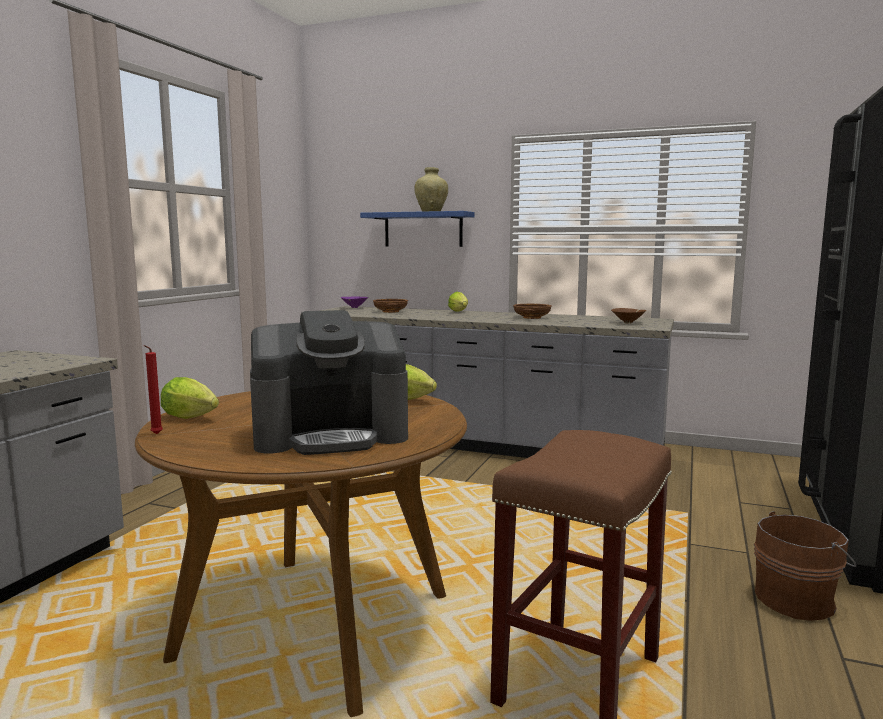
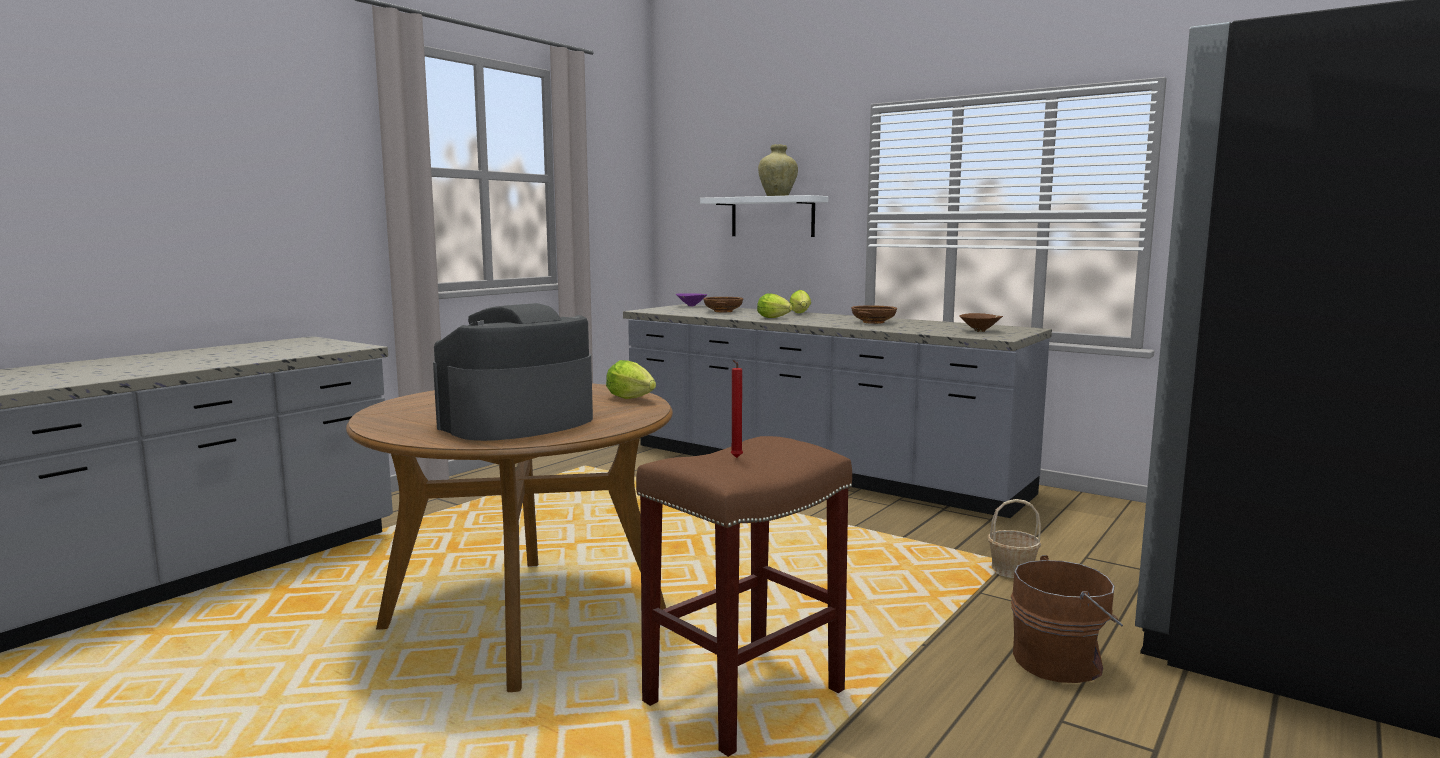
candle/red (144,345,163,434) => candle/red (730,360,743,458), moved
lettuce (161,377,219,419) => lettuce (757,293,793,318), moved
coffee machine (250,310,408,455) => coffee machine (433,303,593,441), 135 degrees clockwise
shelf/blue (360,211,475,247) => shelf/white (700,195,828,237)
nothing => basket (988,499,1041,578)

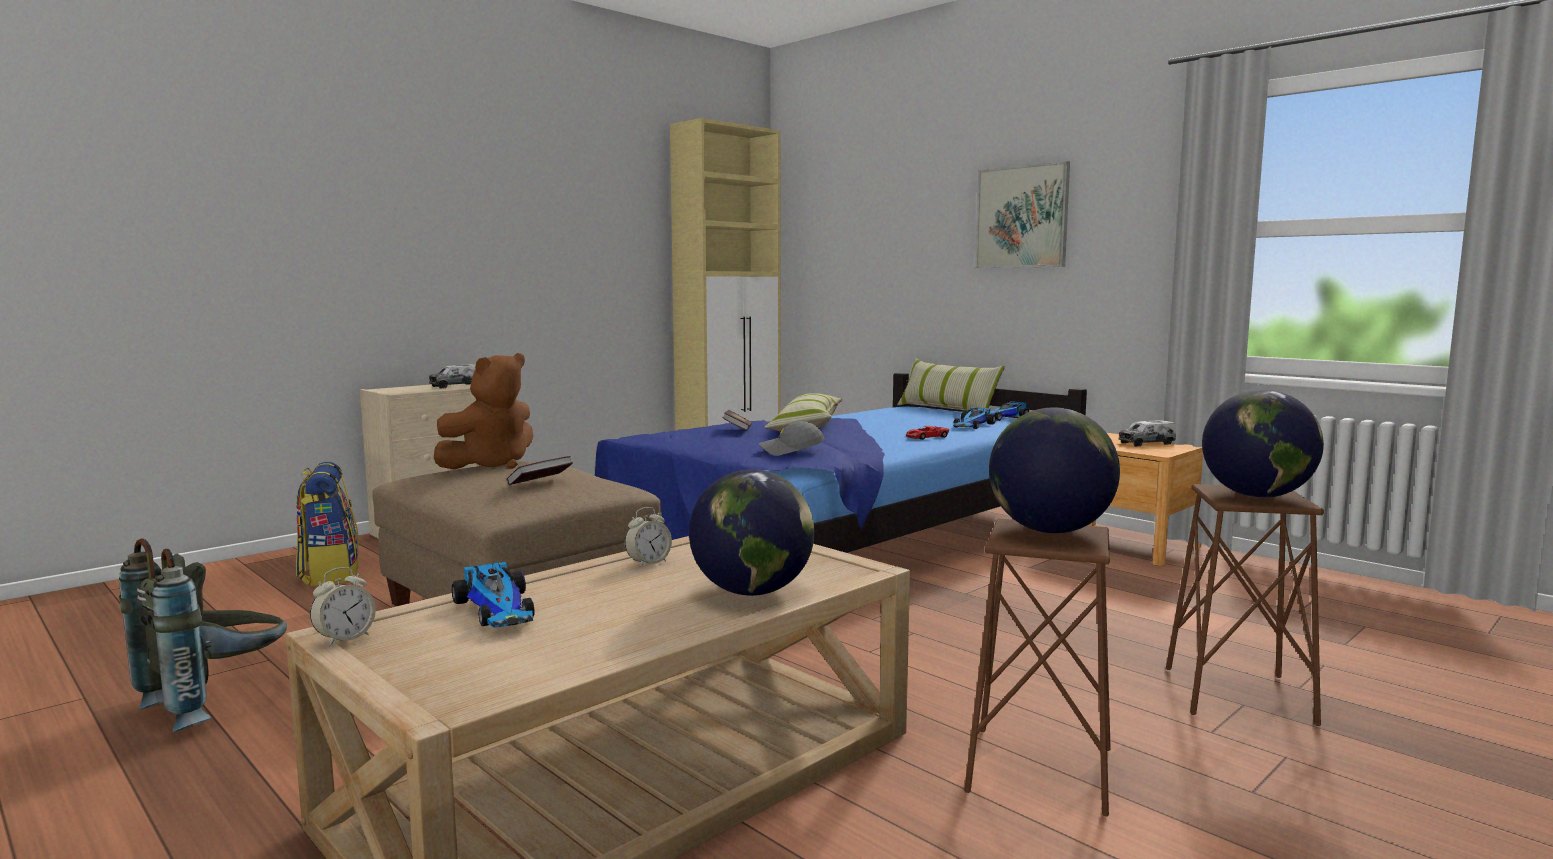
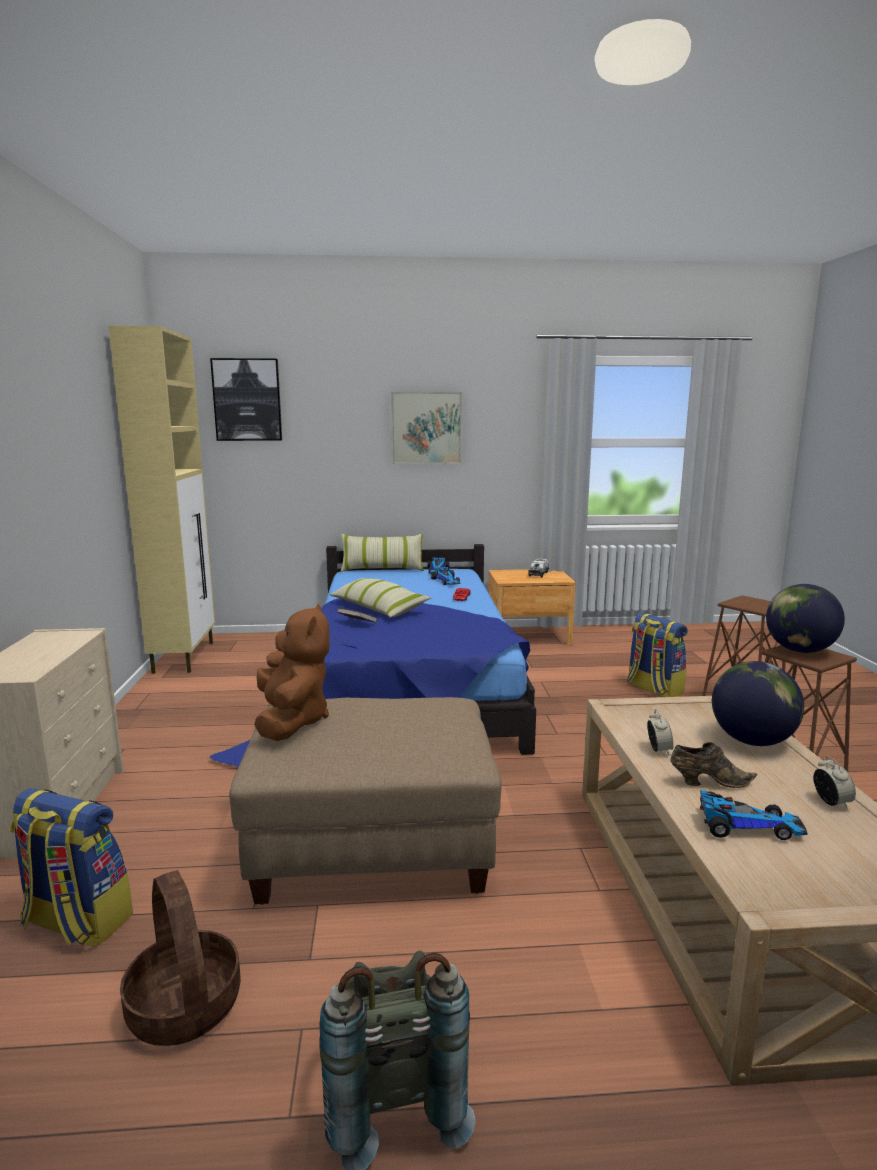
alarm clock (310,567,376,646) => alarm clock (813,756,856,808), moved
toy truck (429,365,476,389) => nothing
book (507,456,573,485) => nothing
cap/grey (759,421,824,456) => nothing
globe (1202,390,1324,498) => nothing
nothing => basket (120,870,241,1046)
nothing => picture (210,358,282,441)
nothing => backpack (627,613,688,697)
nothing => shoe/brown (670,742,757,788)

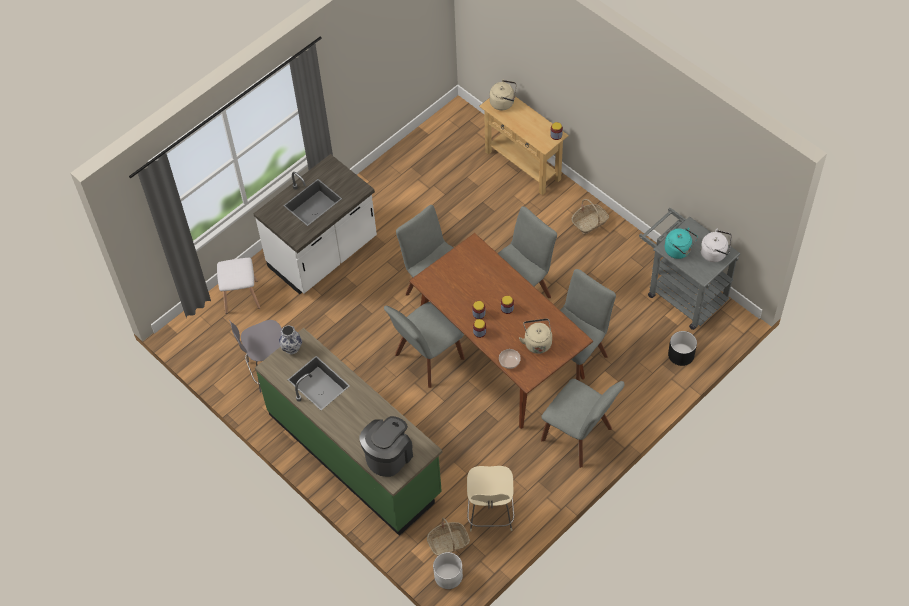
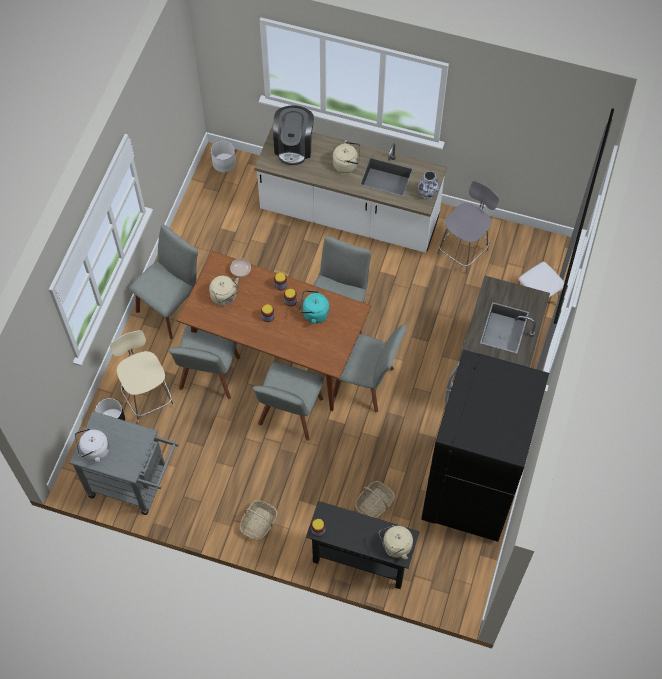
counter/green (255,328,443,536) => counter/white (254,125,447,253)
basket (427,518,470,556) => basket (355,481,395,518), moved
stool/beige (467,466,514,532) => stool/beige (110,330,174,423), moved
console table/beige (479,96,569,195) => console table/black (306,501,420,589)
chair/grey (541,379,625,468) => chair/grey (129,225,198,339), 120 degrees clockwise
kettle/turquoise (665,227,698,259) => kettle/turquoise (299,290,330,324), moved
nothing => kettle/beige (332,140,360,173)
nothing => fridge/black (421,350,549,542)

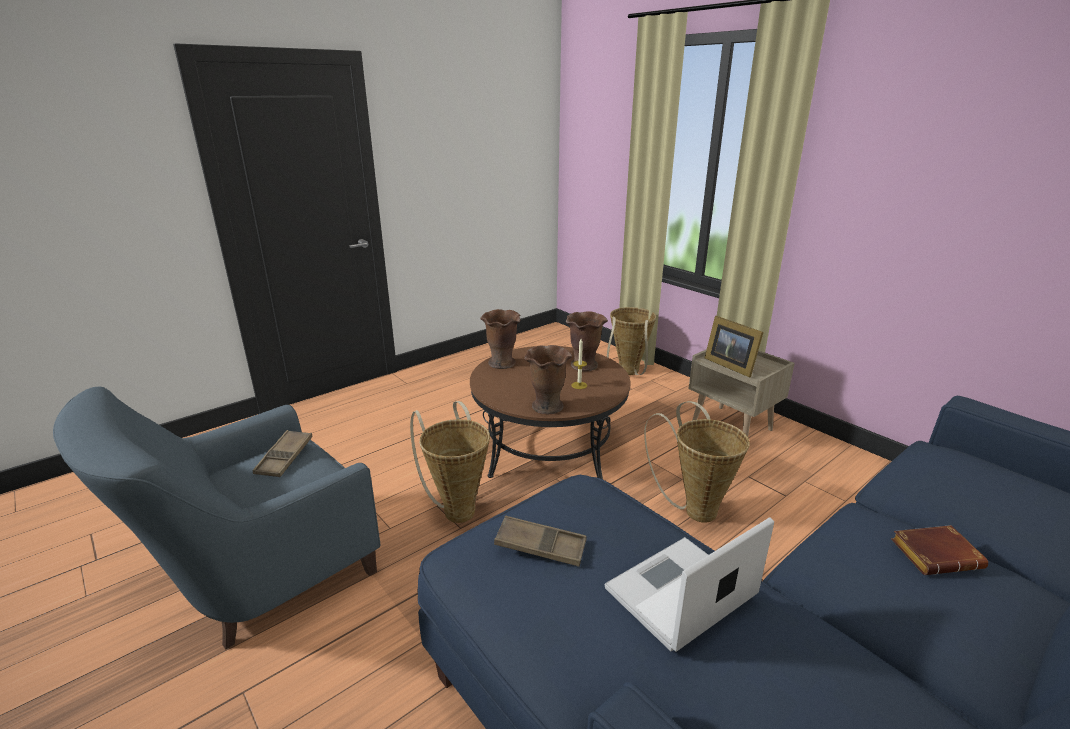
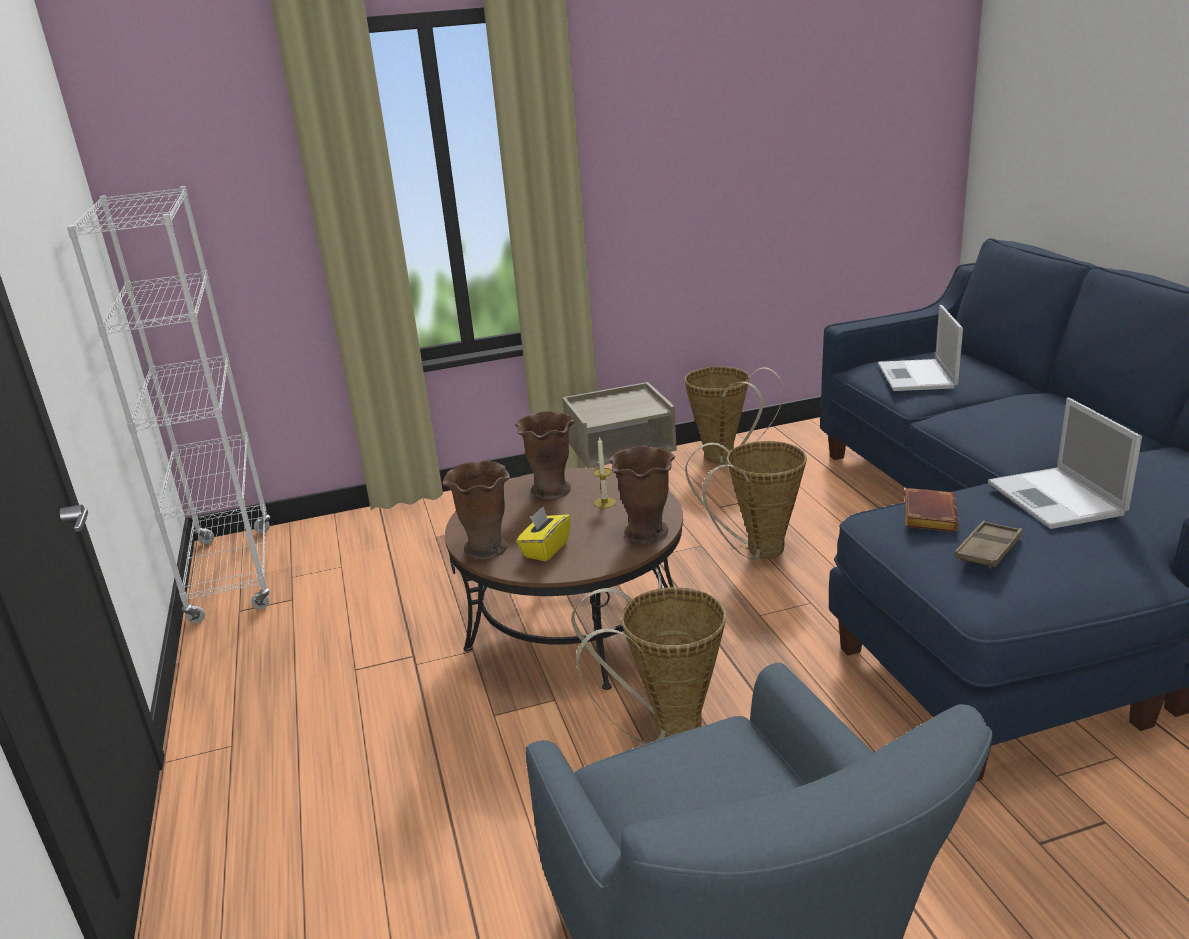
tray/brown (253,430,313,477) => nothing
basket (607,307,656,375) => basket (684,366,784,464), moved
picture frame (705,316,763,377) => nothing
book/brown (891,525,988,575) => book/brown (904,488,959,532), moved
nothing => bookcase/white (67,186,270,623)
nothing => tissue box/yellow (516,507,570,561)
nothing => laptop (878,305,963,391)

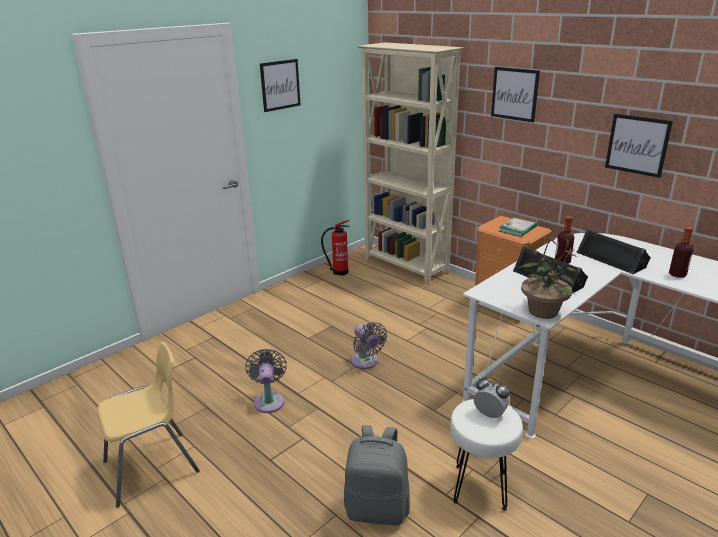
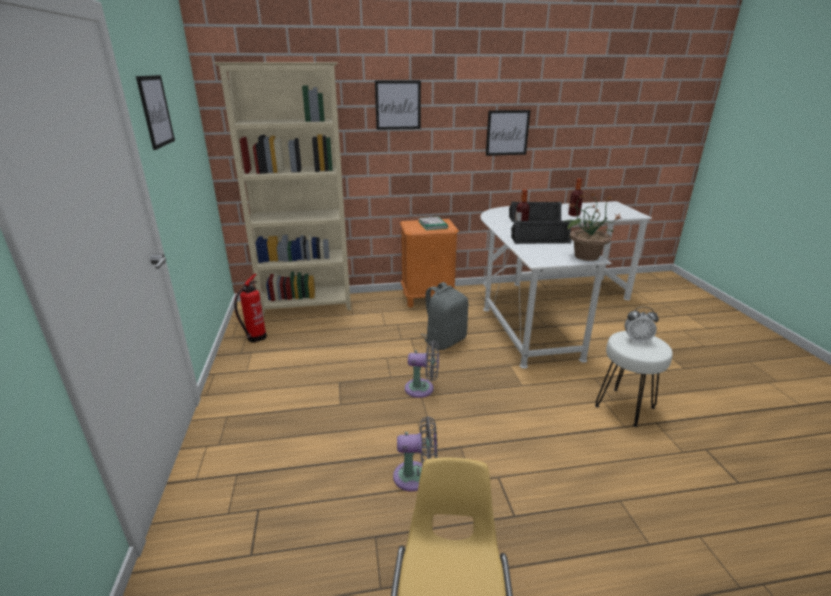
fan/grey (245,348,287,413) => fan/grey (393,416,438,492), 150 degrees clockwise
backpack/grey (344,425,410,526) => backpack/grey (421,282,468,350), moved
alarm clock (474,377,510,418) => alarm clock (625,307,659,344), 150 degrees counterclockwise

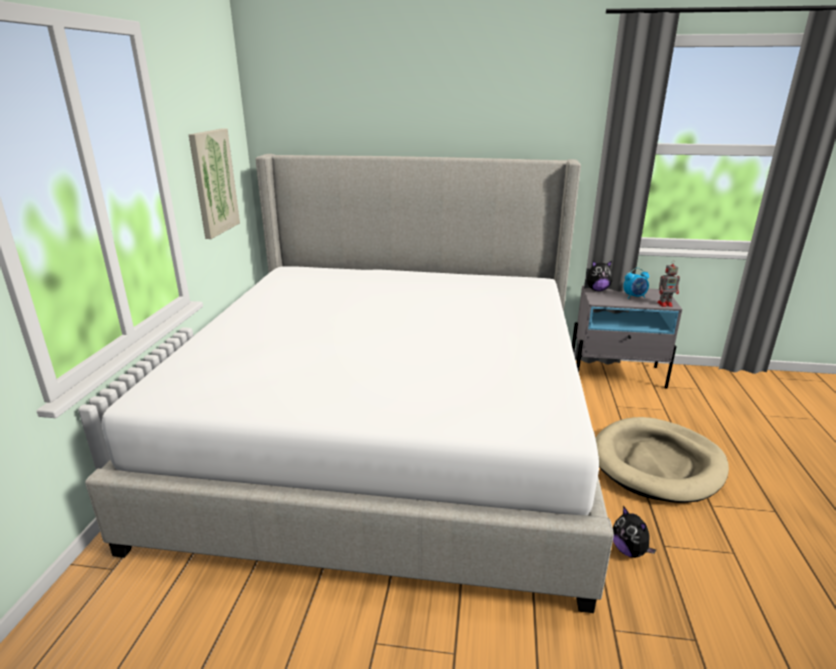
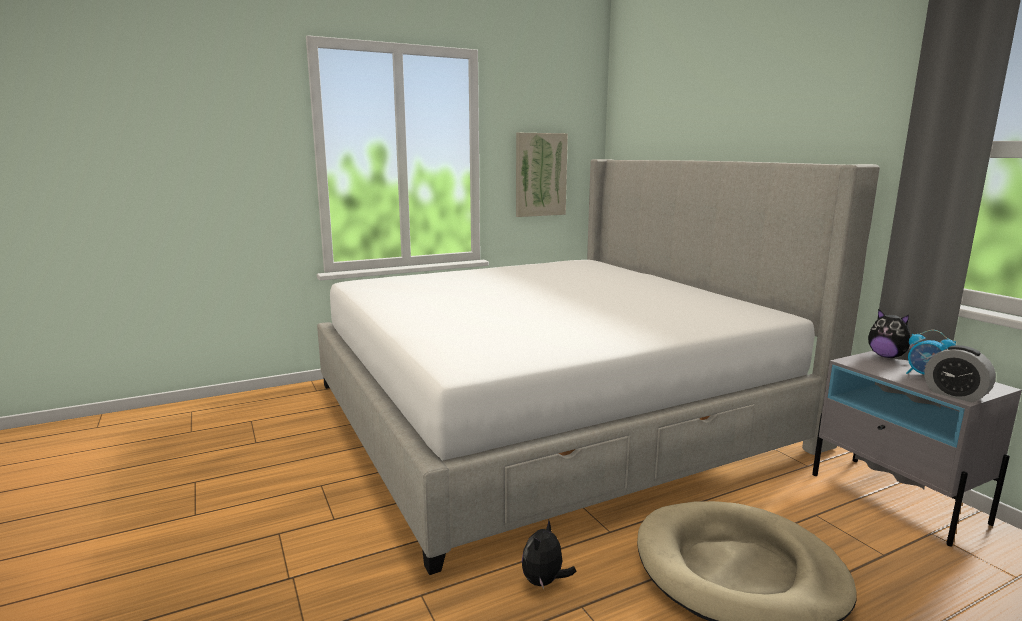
toy robot (657,260,680,307) => alarm clock (924,345,996,402)

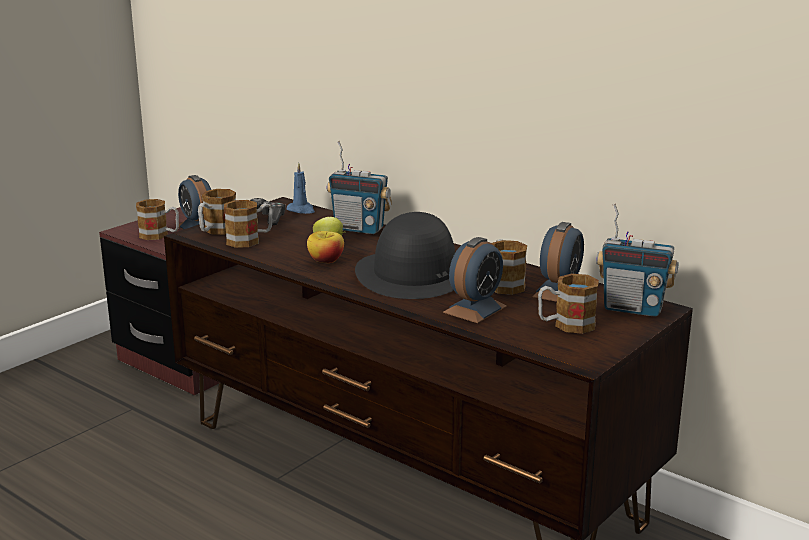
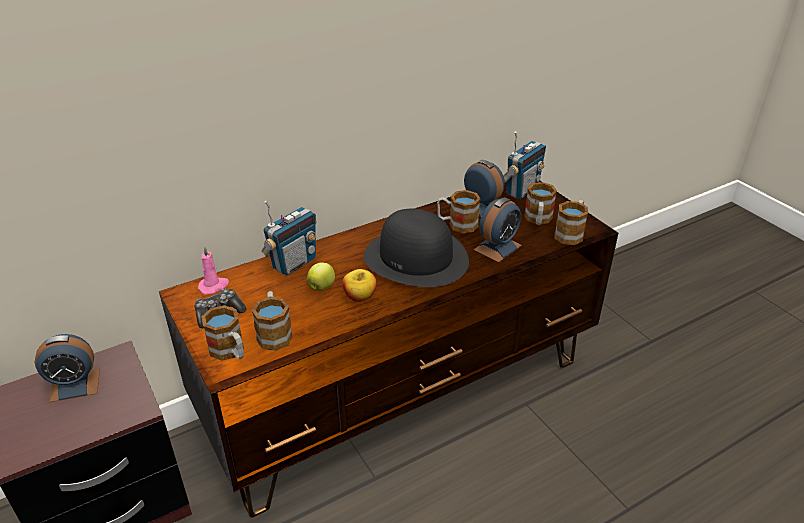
mug (136,199,179,240) => mug (555,200,588,245), moved
candle/blue (287,163,315,214) => candle/pink (198,246,229,295)
alarm clock (443,237,507,323) => alarm clock (474,197,522,263), 75 degrees clockwise

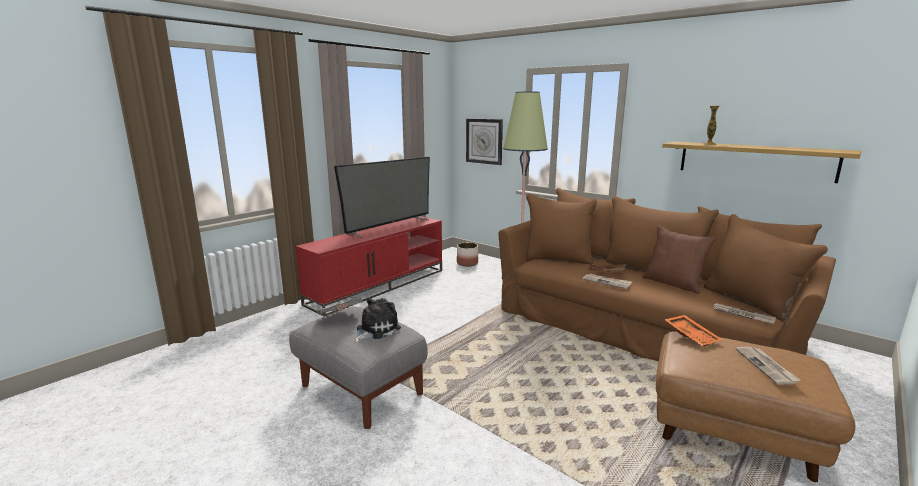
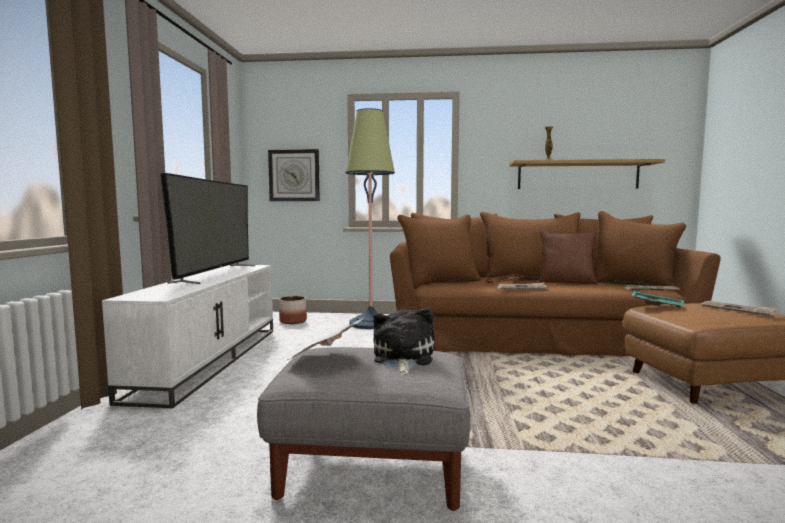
tv stand/red (295,216,442,316) => tv stand/white (102,265,273,408)
tray/orange (665,315,723,346) => tray/turquoise (631,291,684,308)

